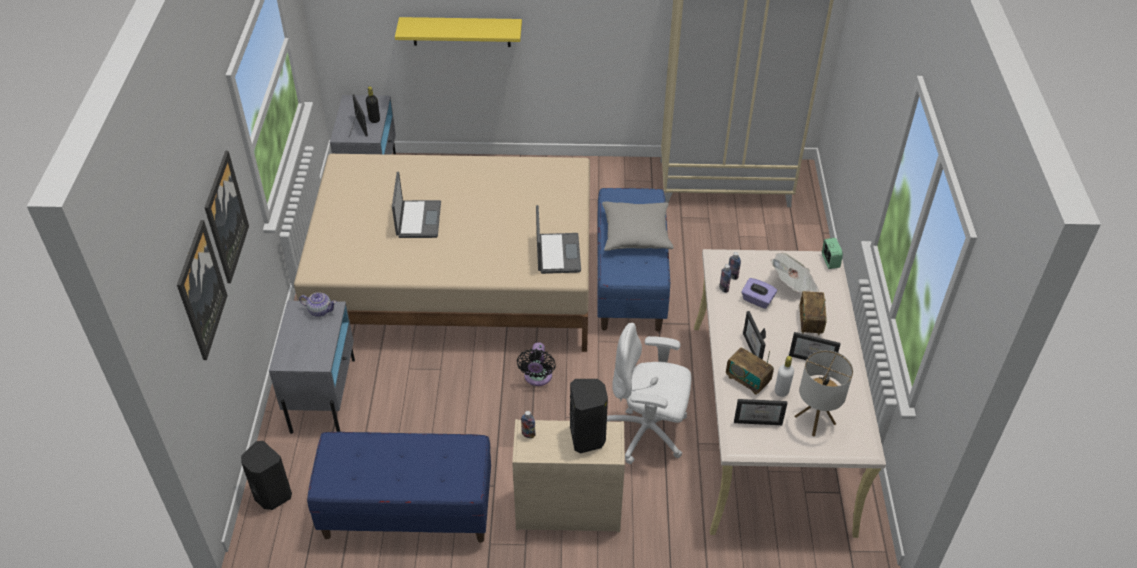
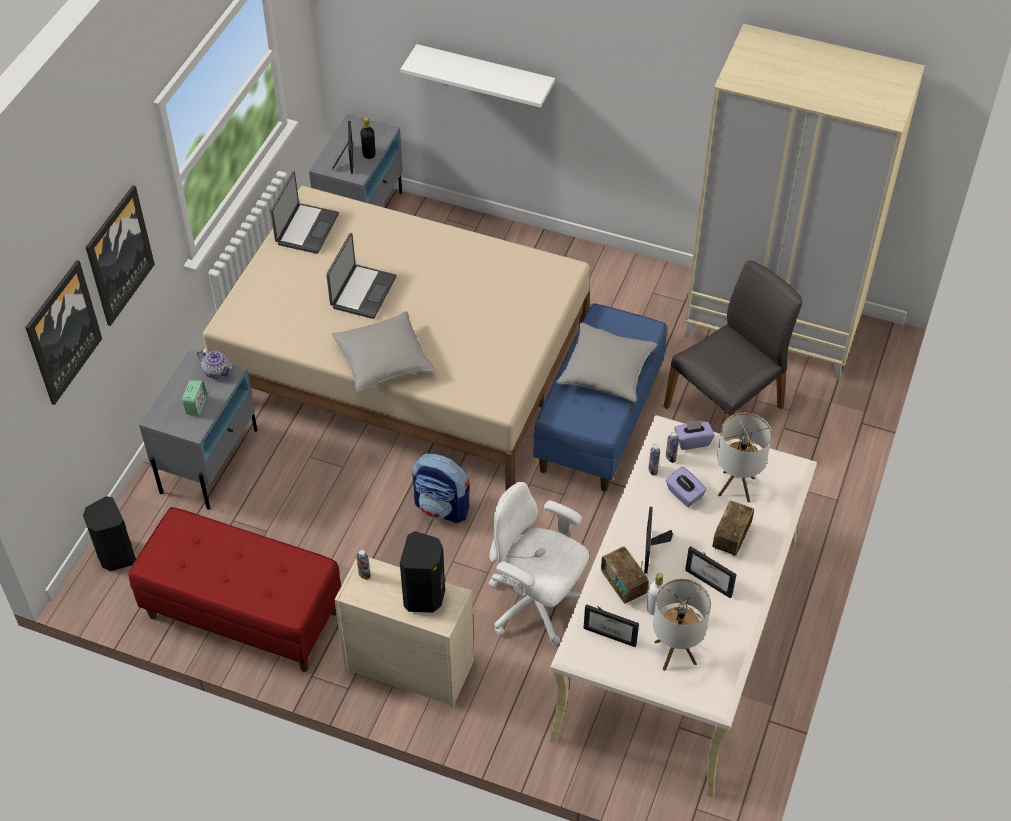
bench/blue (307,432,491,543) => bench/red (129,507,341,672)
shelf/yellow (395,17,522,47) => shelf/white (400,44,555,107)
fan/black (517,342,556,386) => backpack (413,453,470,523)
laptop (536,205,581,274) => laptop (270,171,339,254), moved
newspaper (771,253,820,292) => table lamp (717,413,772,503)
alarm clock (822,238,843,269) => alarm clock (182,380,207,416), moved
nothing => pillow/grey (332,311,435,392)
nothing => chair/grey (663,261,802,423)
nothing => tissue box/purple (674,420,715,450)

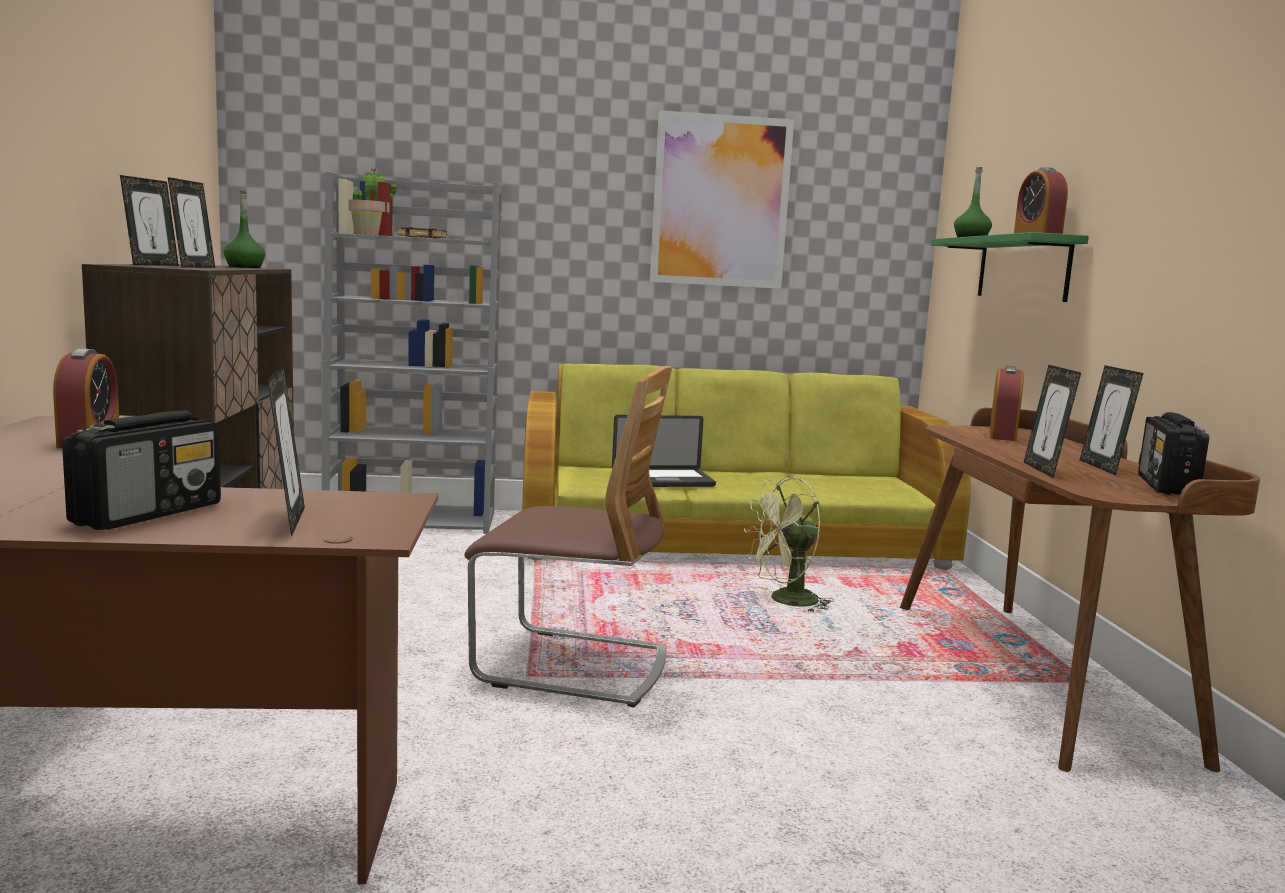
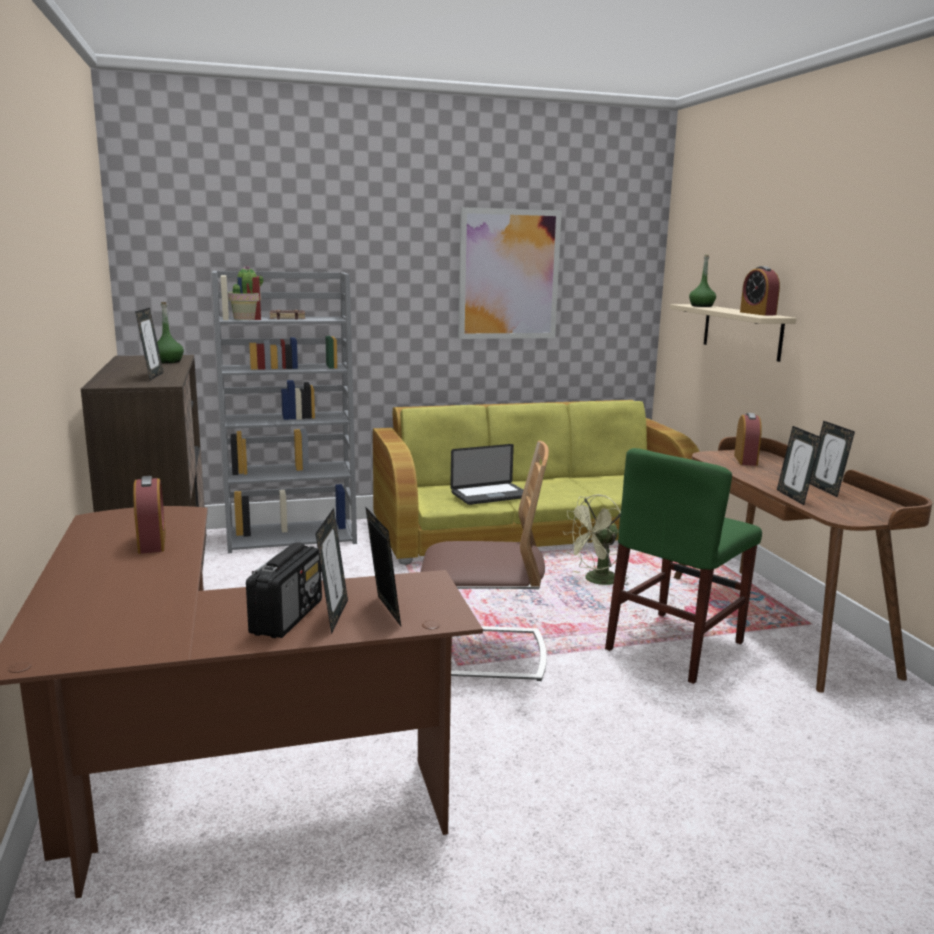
picture frame (120,175,179,266) => picture frame (315,508,348,634), moved
shelf/green (931,232,1089,302) => shelf/beige (670,304,796,362)
radio (1138,412,1209,495) => nothing
nothing => chair/green (605,448,762,684)

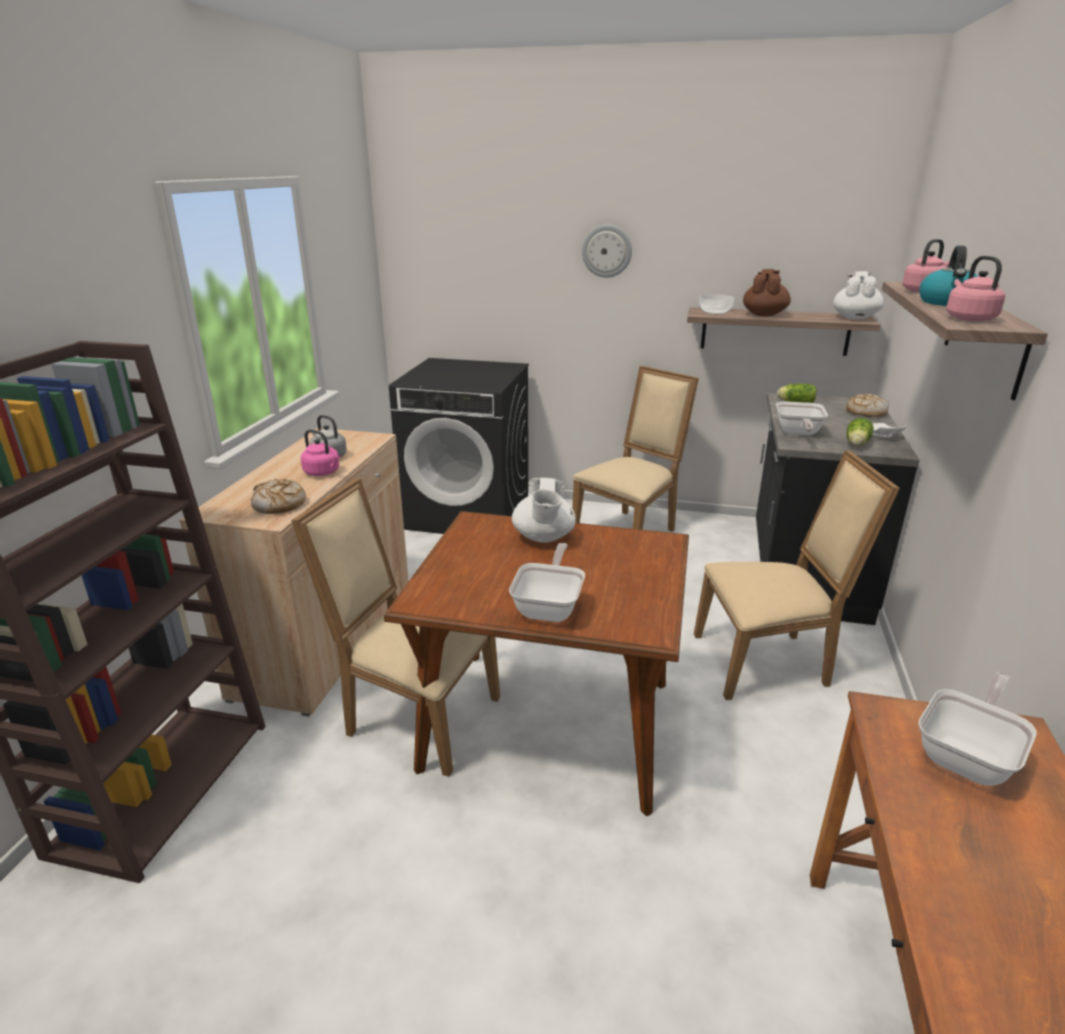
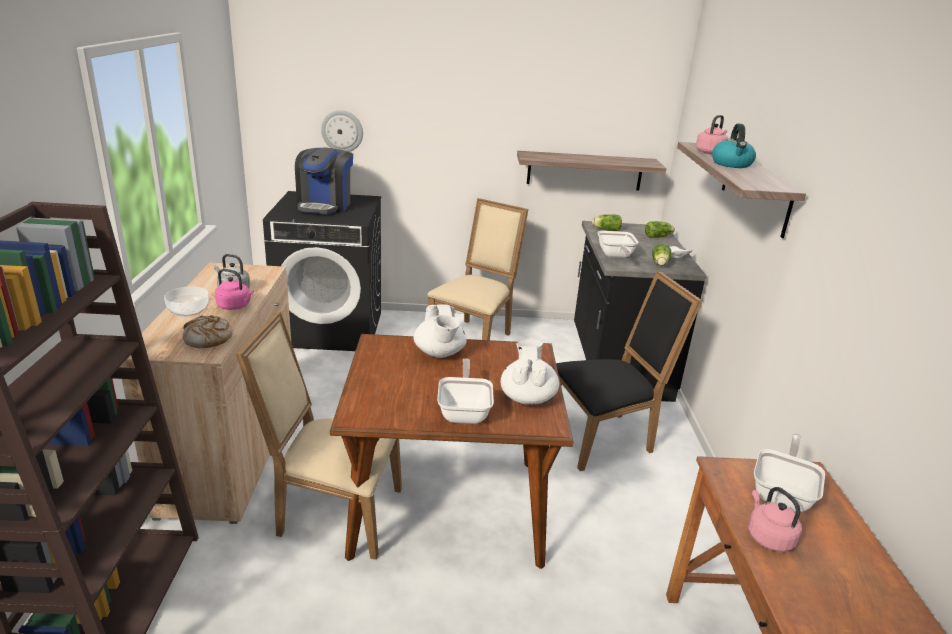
wall clock (582,225,632,278) => wall clock (321,110,363,152), moved
chair/beige (694,450,900,700) => chair/black (556,271,702,471)
bowl (699,294,734,314) => bowl (164,286,209,317), moved
teapot/brown (743,269,791,316) => nothing
teapot/white (833,271,884,320) => teapot/white (501,340,559,405), moved
bread (846,394,889,417) => lettuce (645,221,675,238)
kettle/pink (946,256,1005,322) => kettle/pink (748,487,802,552), moved
nothing => coffee machine (295,147,353,214)

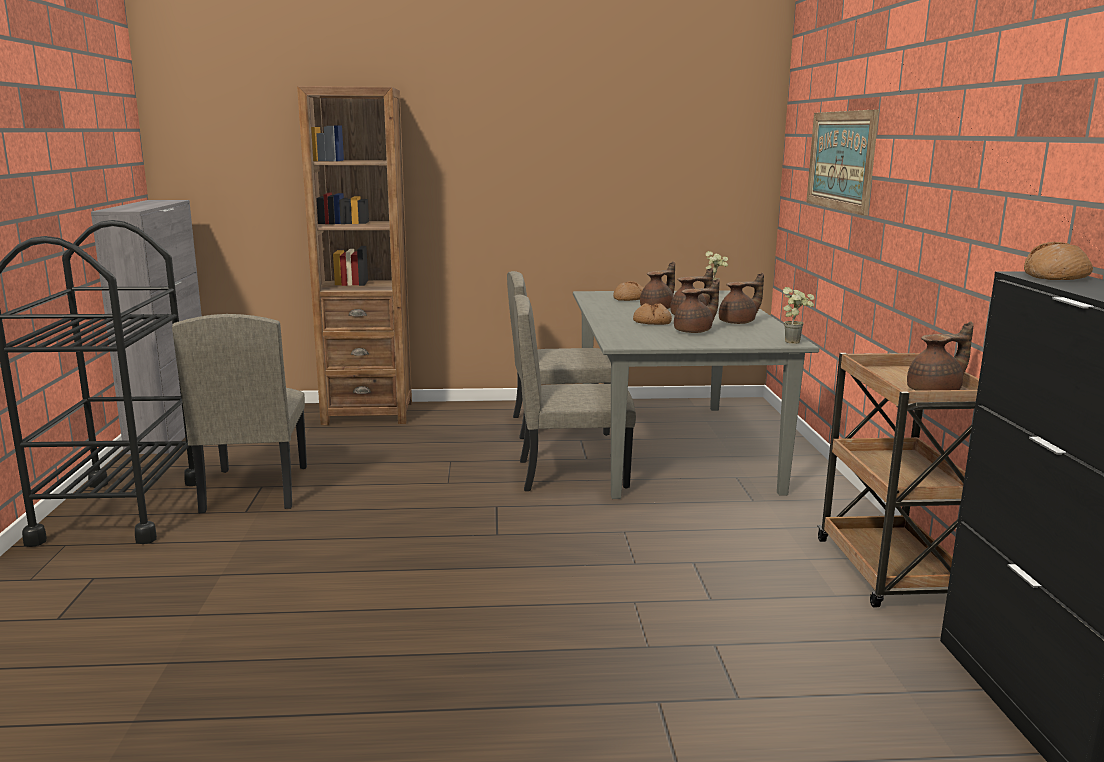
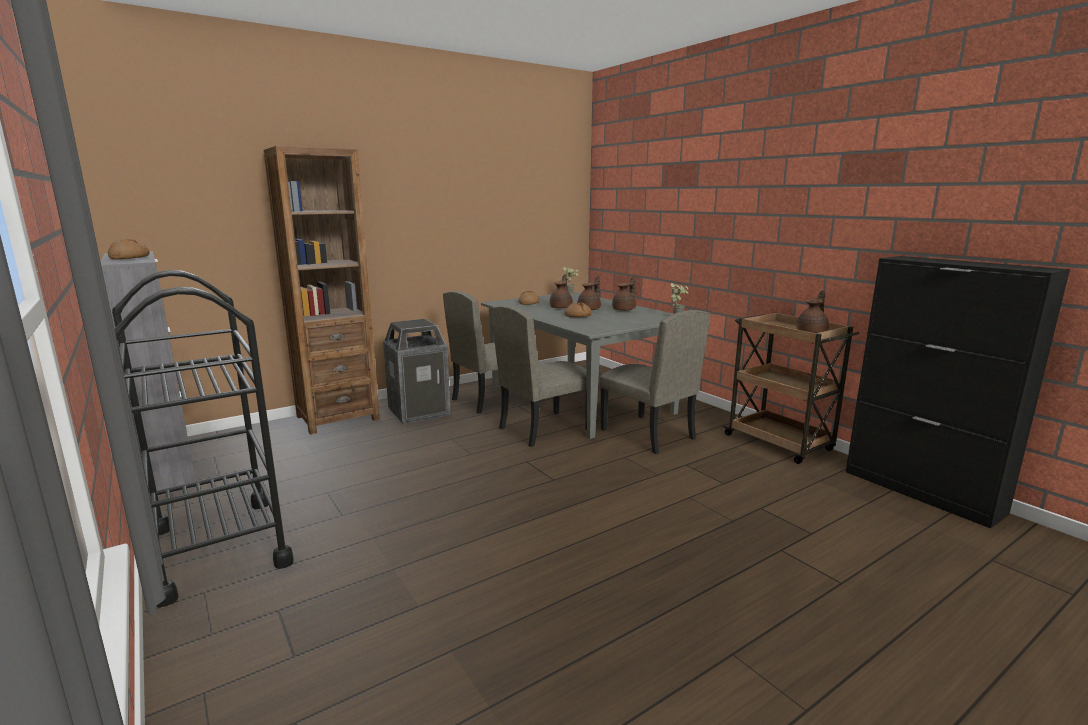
chair/beige (172,314,307,513) => chair/beige (599,310,710,454), moved
teapot/brown (674,279,719,333) => nothing
picture (806,109,879,216) => nothing
bread (1024,242,1093,280) => bread (108,239,150,259), moved
nothing => trash can (383,319,451,424)

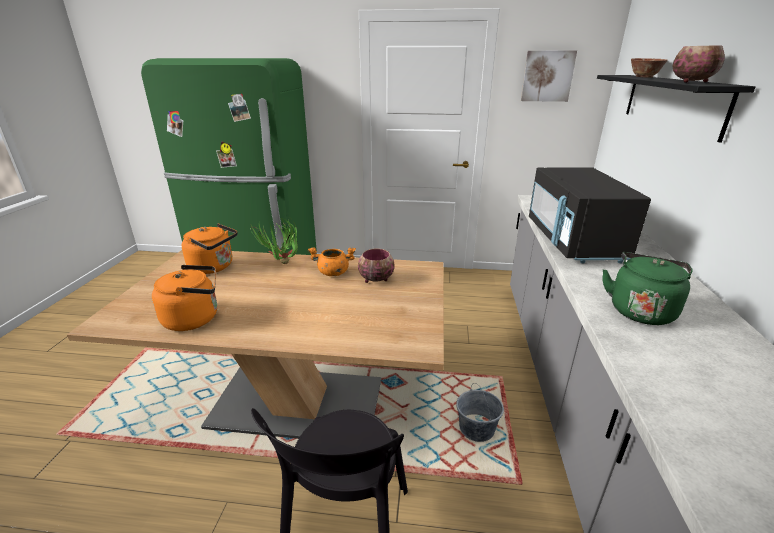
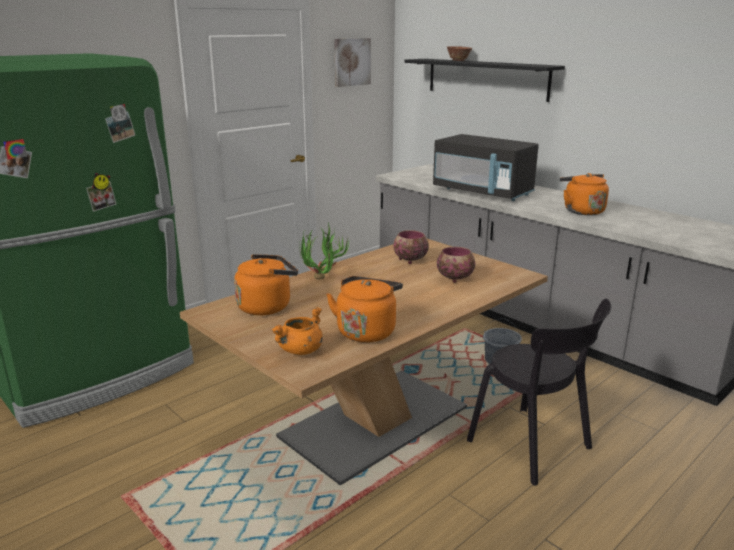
cooking pot/orange (308,247,356,276) => cooking pot/orange (271,307,323,355), moved
kettle/green (602,252,693,325) => kettle/orange (560,173,609,215)
bowl (672,46,725,83) => bowl (437,247,475,283), moved

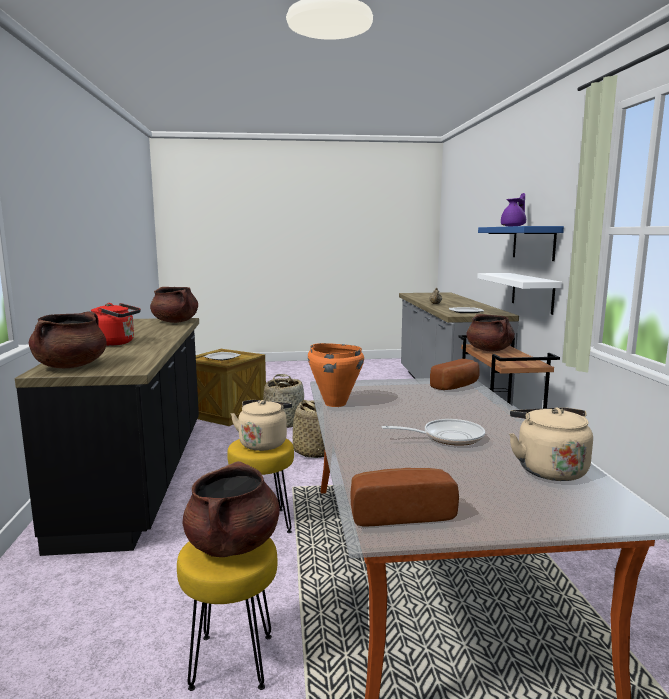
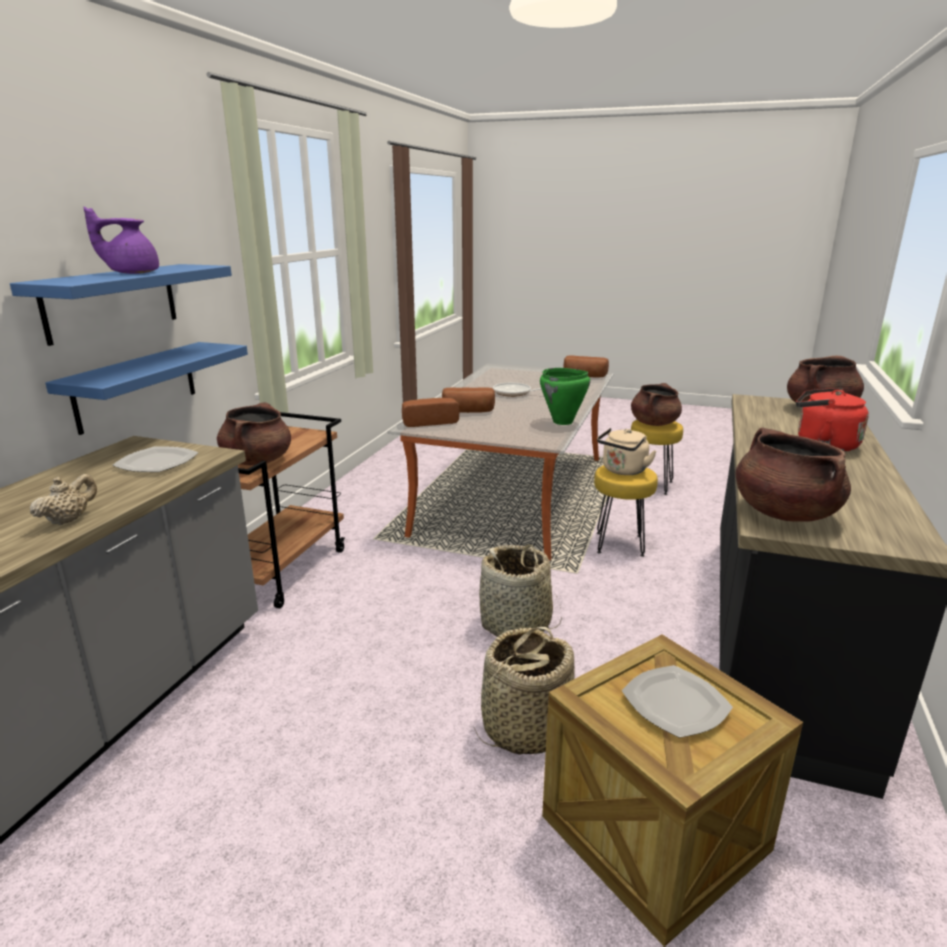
cooking pot/orange (308,343,364,407) => cooking pot/green (540,368,590,425)
shelf/white (477,273,562,315) => shelf/blue (45,342,248,435)
kettle/beige (509,408,593,481) => nothing
nothing => bread (442,388,495,413)

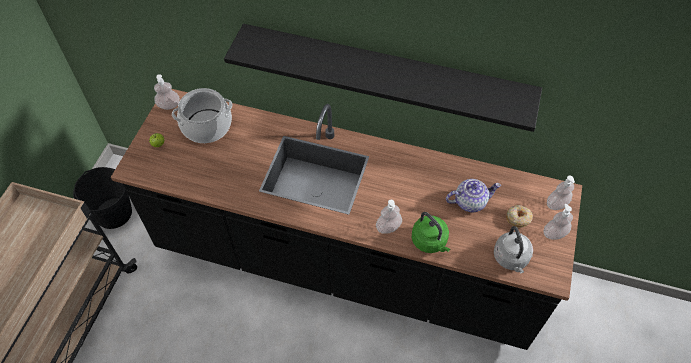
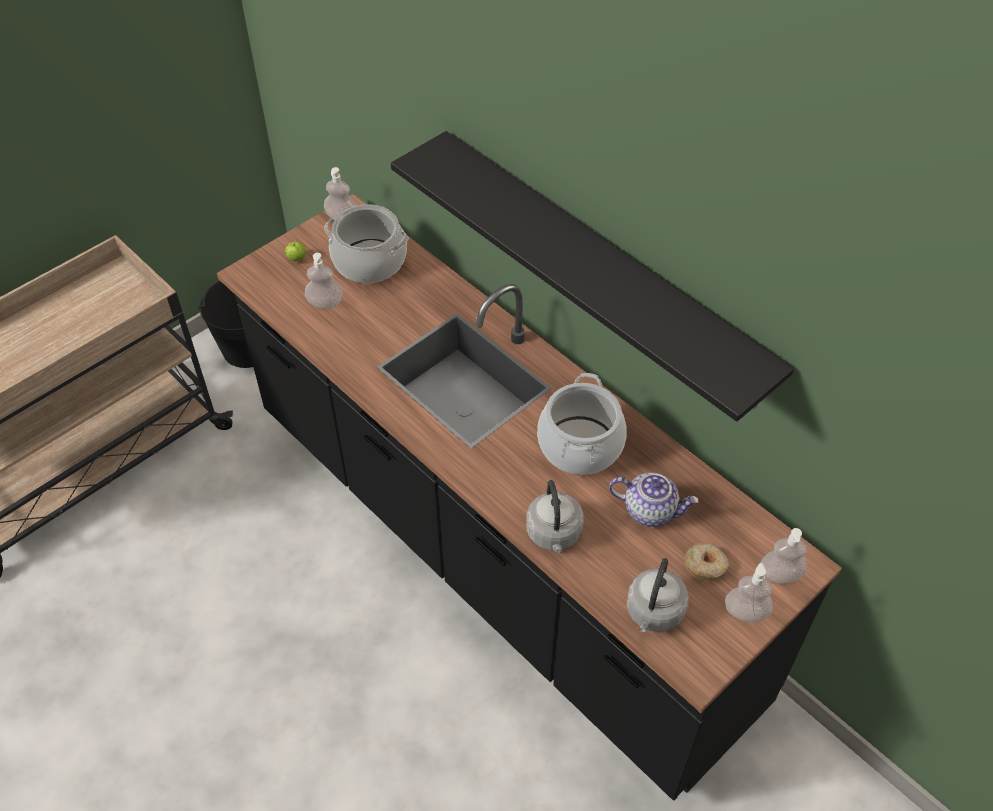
soap dispenser (376,200,402,234) => soap dispenser (305,253,343,309), moved
kettle/green (412,212,450,253) => kettle/grey (526,480,584,553)
nothing => cooking pot (537,373,627,475)

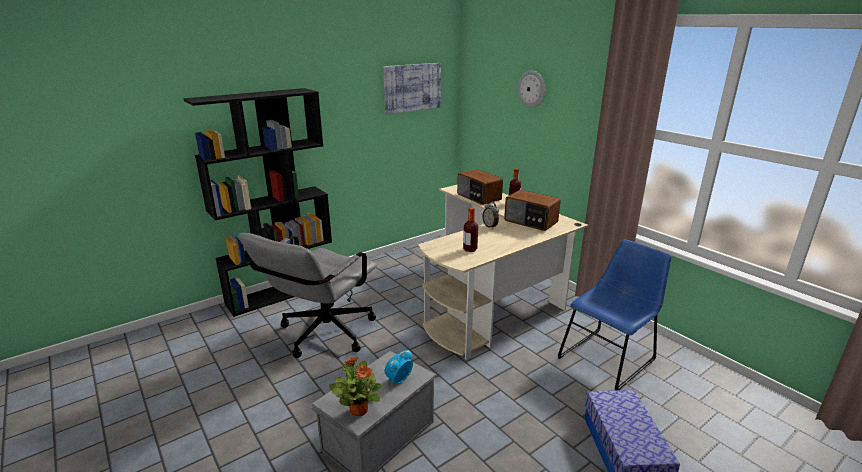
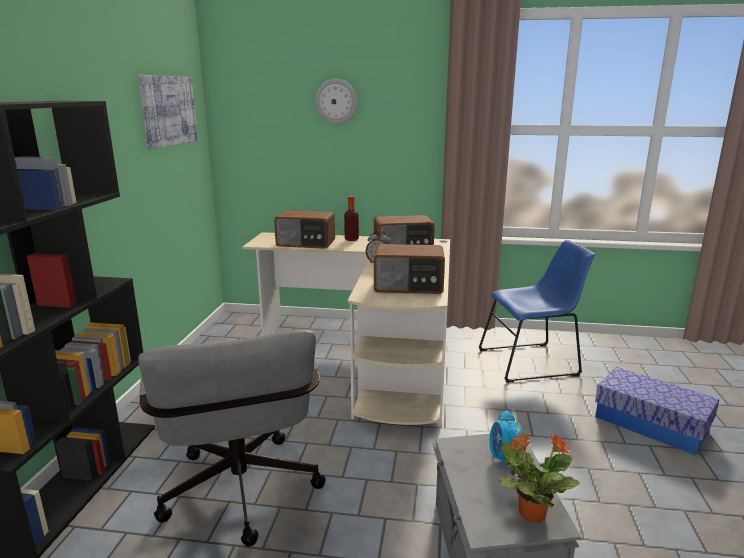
bottle (463,208,478,252) => radio (374,244,445,294)
chair/blue (558,239,671,390) => chair/blue (479,240,595,383), 75 degrees clockwise

